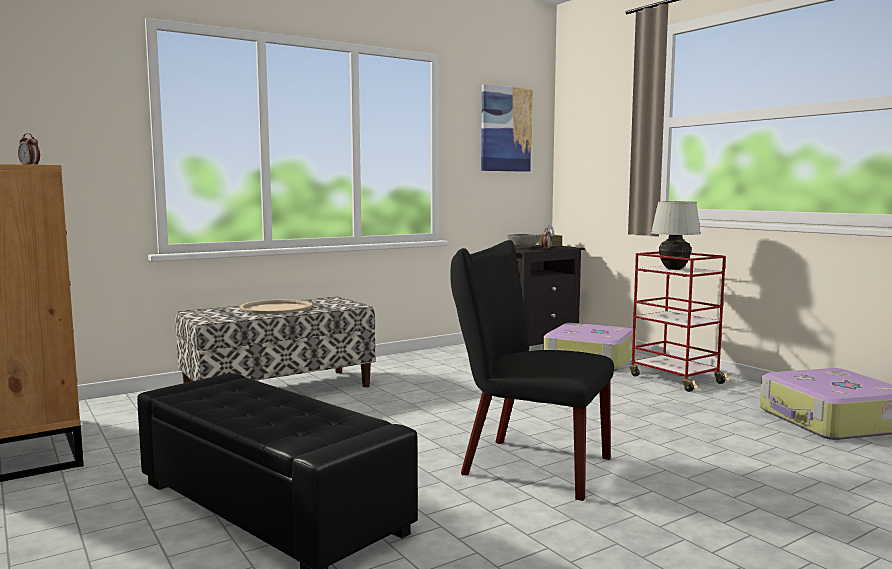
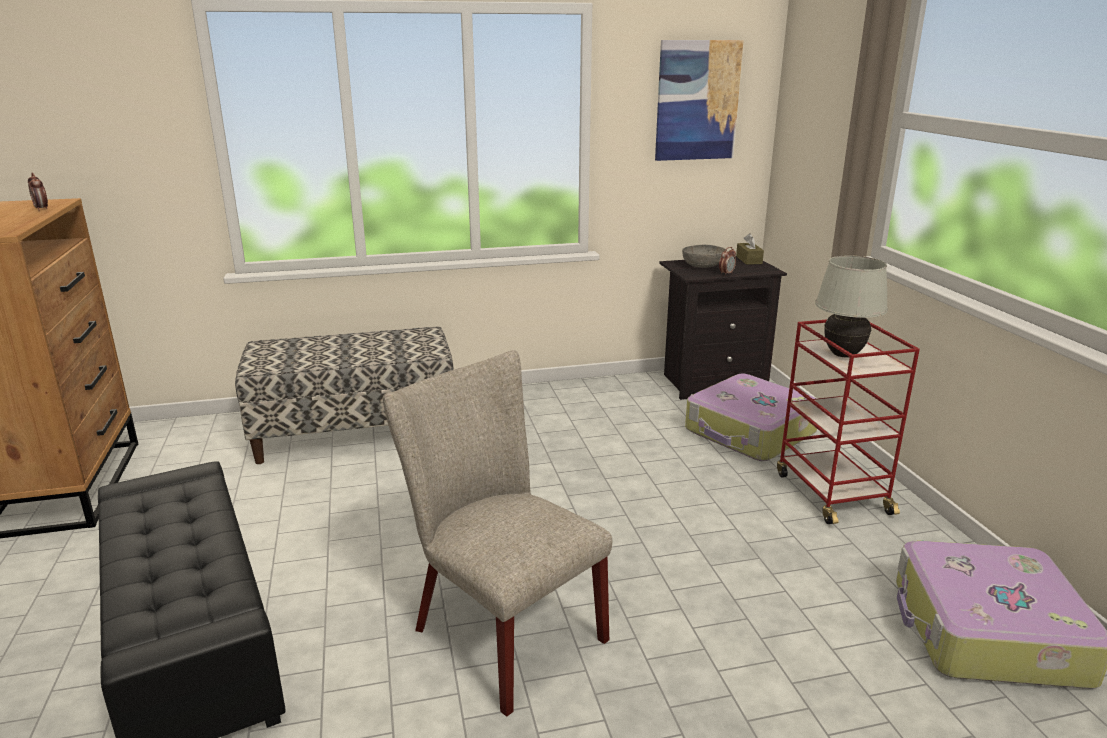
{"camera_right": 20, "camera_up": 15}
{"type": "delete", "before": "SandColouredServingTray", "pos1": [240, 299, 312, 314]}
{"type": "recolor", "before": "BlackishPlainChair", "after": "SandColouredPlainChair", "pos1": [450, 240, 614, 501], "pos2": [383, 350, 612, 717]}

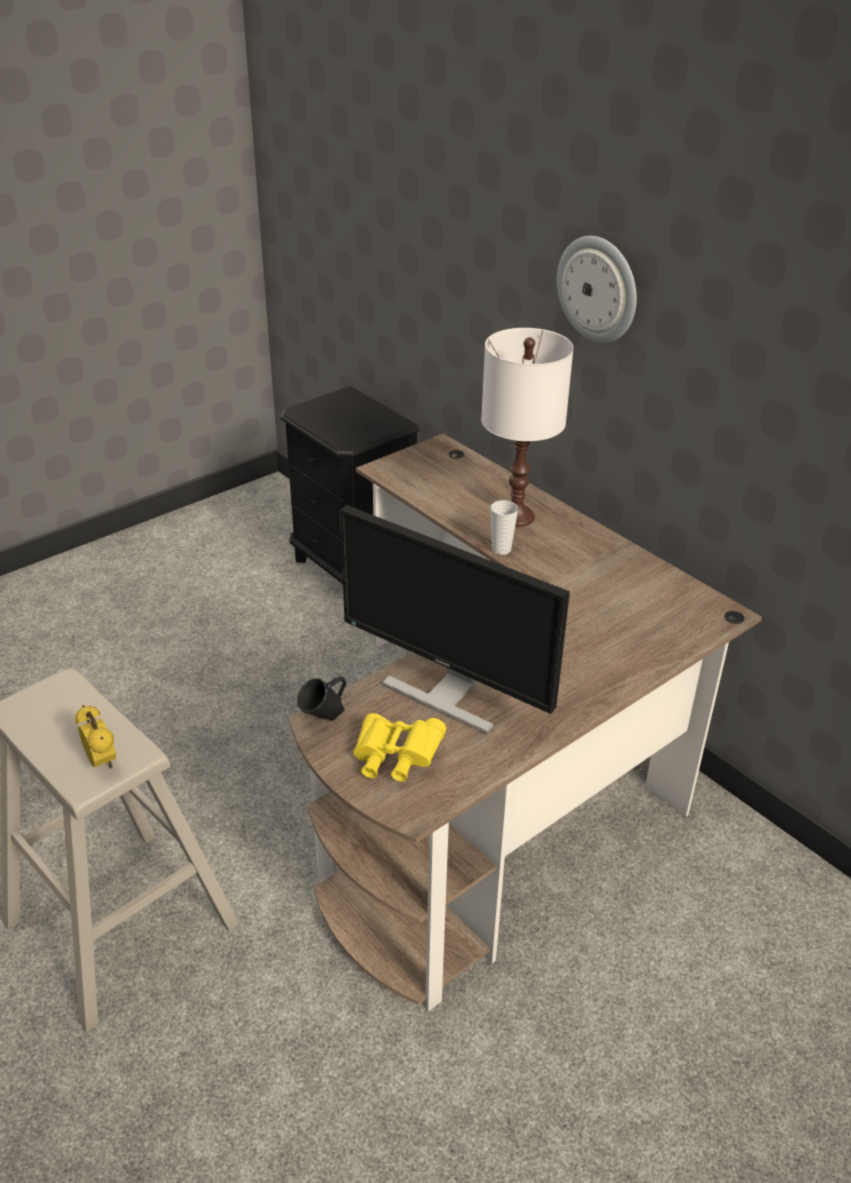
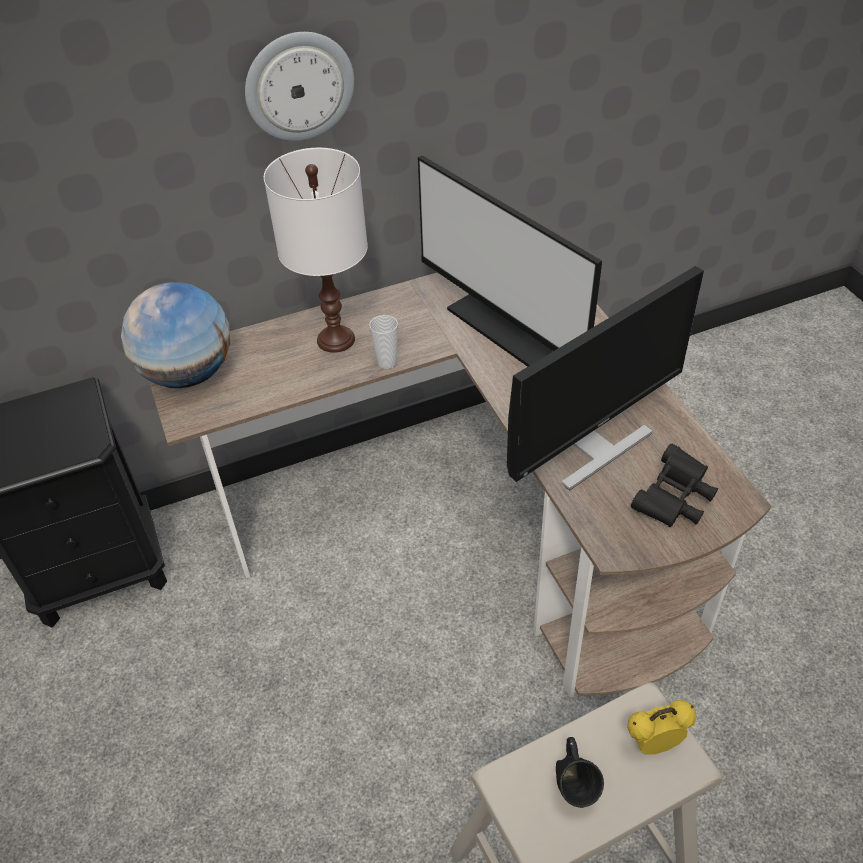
{"camera_right": -70, "camera_up": 10}
{"type": "move", "before": "BlackishCoffeeMug", "pos1": [297, 676, 346, 720], "pos2": [556, 737, 604, 808]}
{"type": "recolor", "before": "YellowishFieldGlasses", "after": "BlackishFieldGlasses", "pos1": [353, 713, 446, 782], "pos2": [631, 444, 718, 527]}
{"type": "insert", "after": "WorldGlobe", "pos2": [121, 282, 230, 388]}
{"type": "insert", "after": "ComputerScreen", "pos2": [418, 155, 602, 367]}

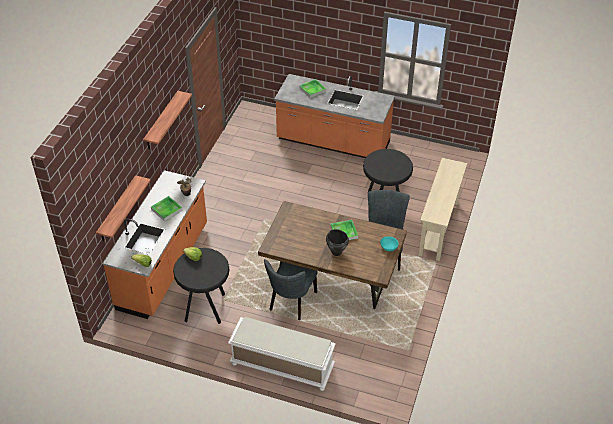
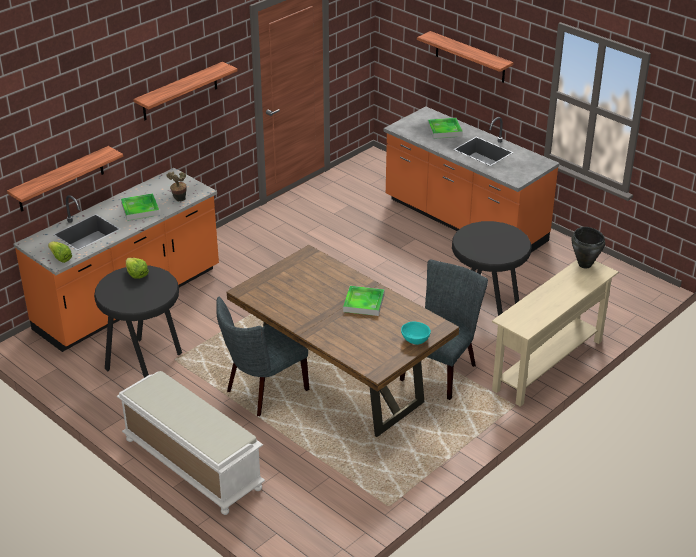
{"camera_right": 25, "camera_up": -10}
{"type": "move", "before": "BlackishStockpot", "pos1": [326, 229, 349, 256], "pos2": [572, 227, 605, 268]}
{"type": "insert", "after": "Shelf", "pos2": [417, 31, 514, 83]}

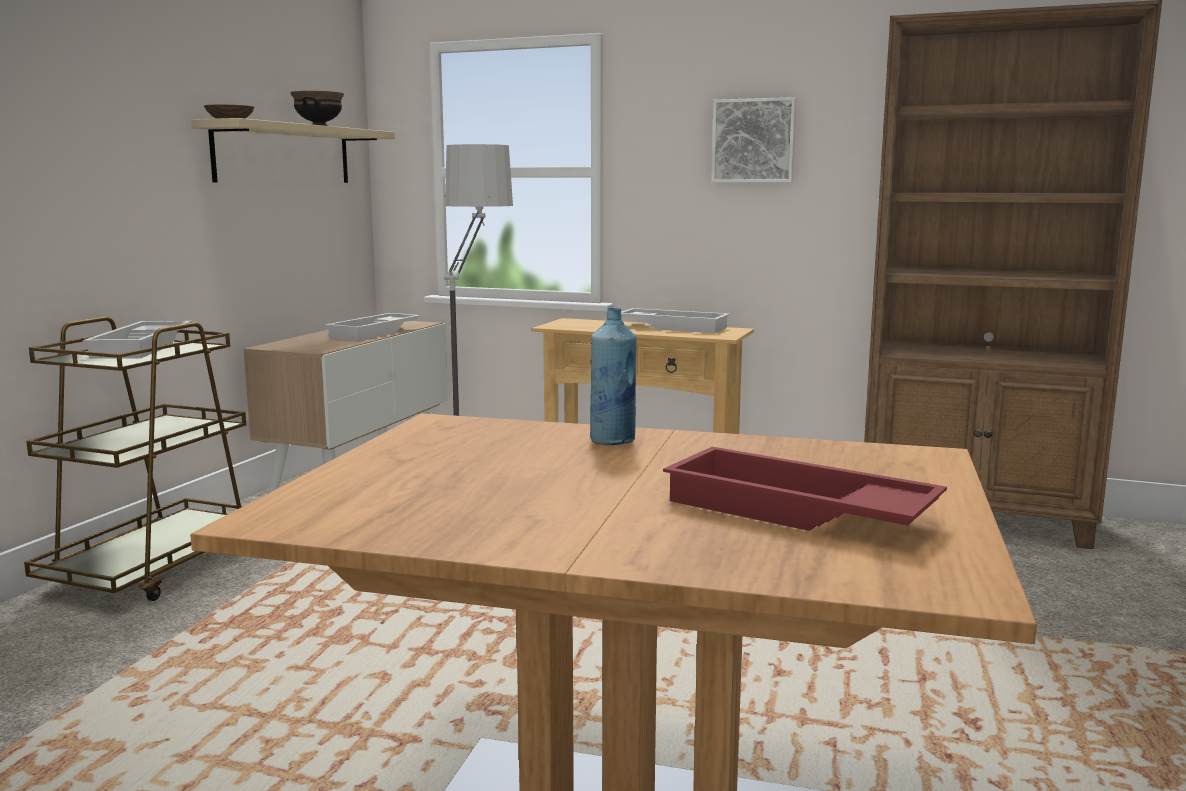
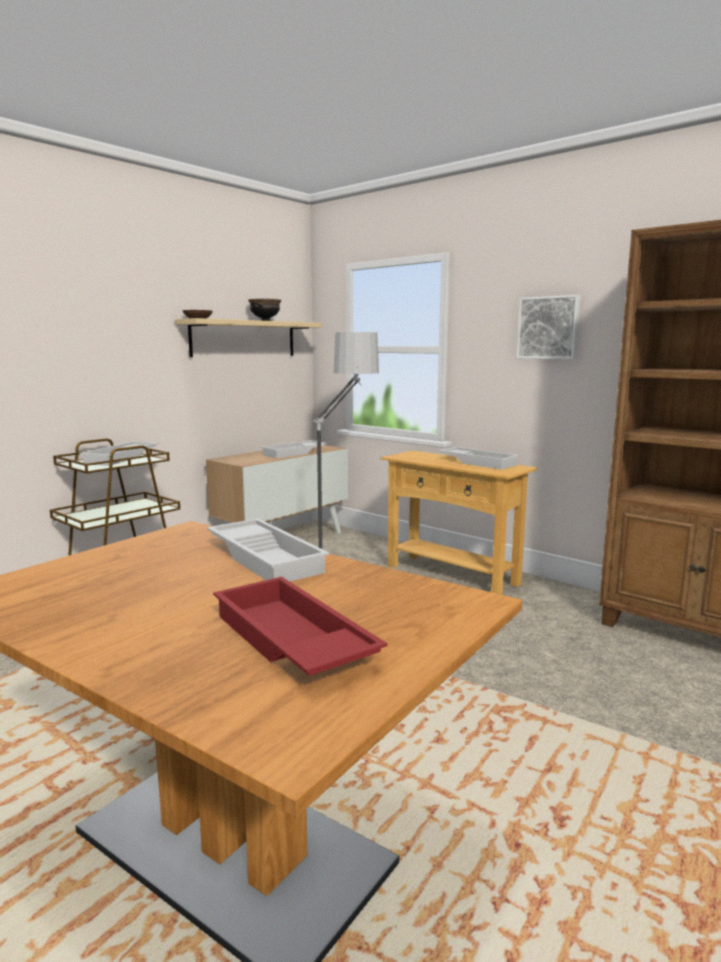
{"camera_right": 20, "camera_up": 0}
{"type": "replace", "before": "BlueBeverageBottle", "after": "WhitishServingTray", "pos1": [590, 308, 637, 445], "pos2": [207, 518, 329, 582]}

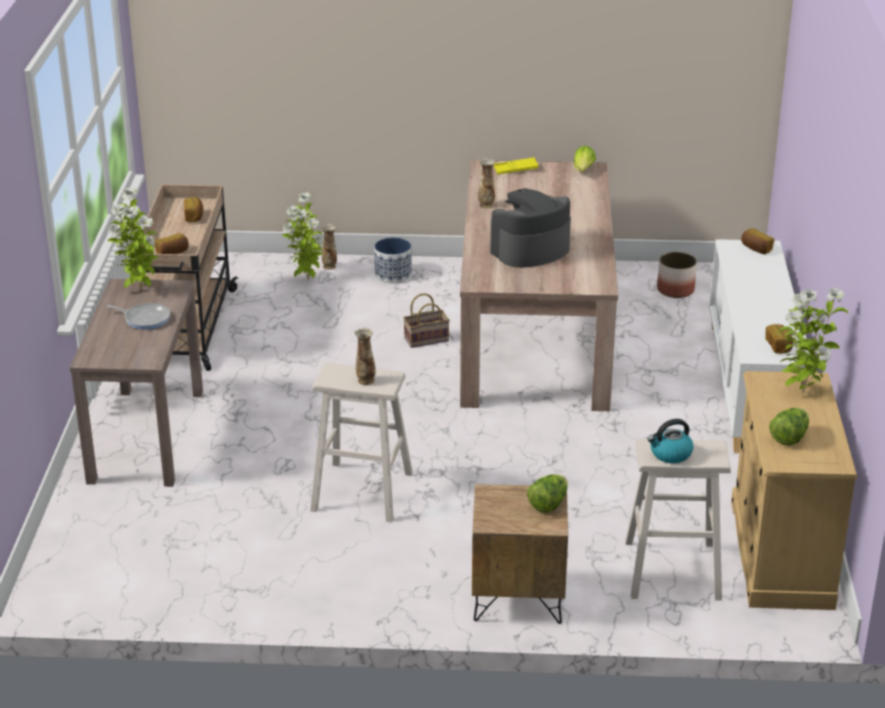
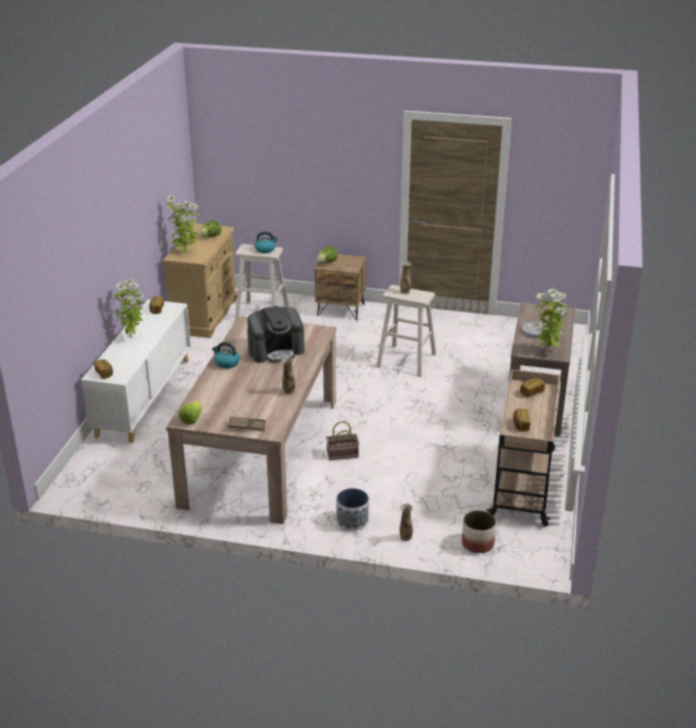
{"camera_right": -170, "camera_up": 0}
{"type": "move", "before": "Houseplant", "pos1": [282, 193, 324, 280], "pos2": [113, 278, 145, 338]}
{"type": "recolor", "before": "YellowishServingTray", "after": "BrownColouredServingTray", "pos1": [494, 157, 539, 174], "pos2": [228, 417, 266, 431]}
{"type": "move", "before": "FlowerPot", "pos1": [657, 252, 697, 298], "pos2": [462, 510, 496, 553]}
{"type": "insert", "after": "TeaKettle", "pos2": [212, 342, 240, 369]}

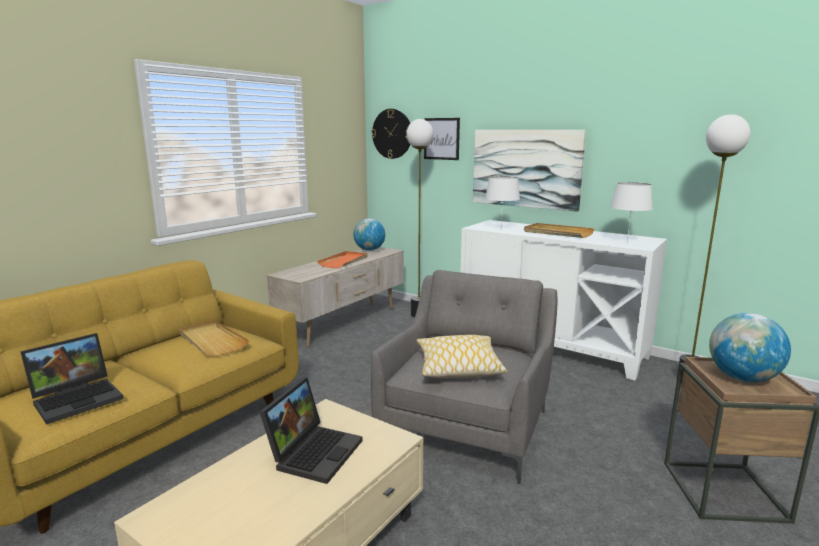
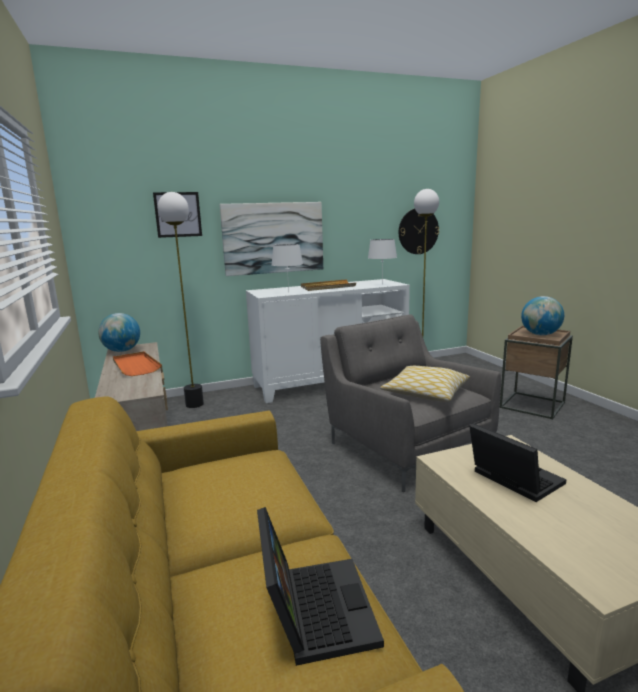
{"camera_right": -55, "camera_up": 0}
{"type": "delete", "before": "SandColouredServingTray", "pos1": [180, 321, 249, 356]}
{"type": "move", "before": "WallClock", "pos1": [371, 109, 410, 159], "pos2": [399, 208, 439, 254]}

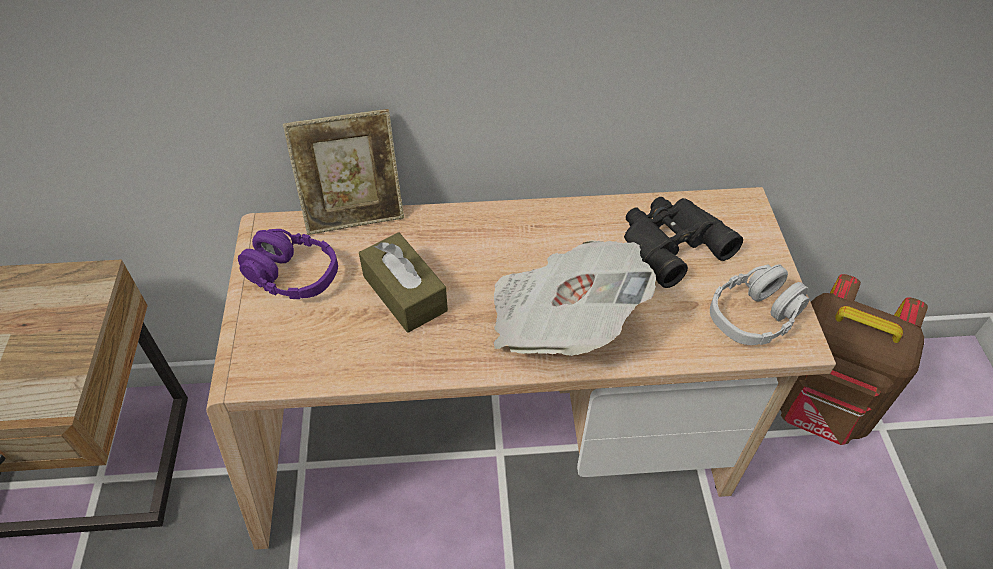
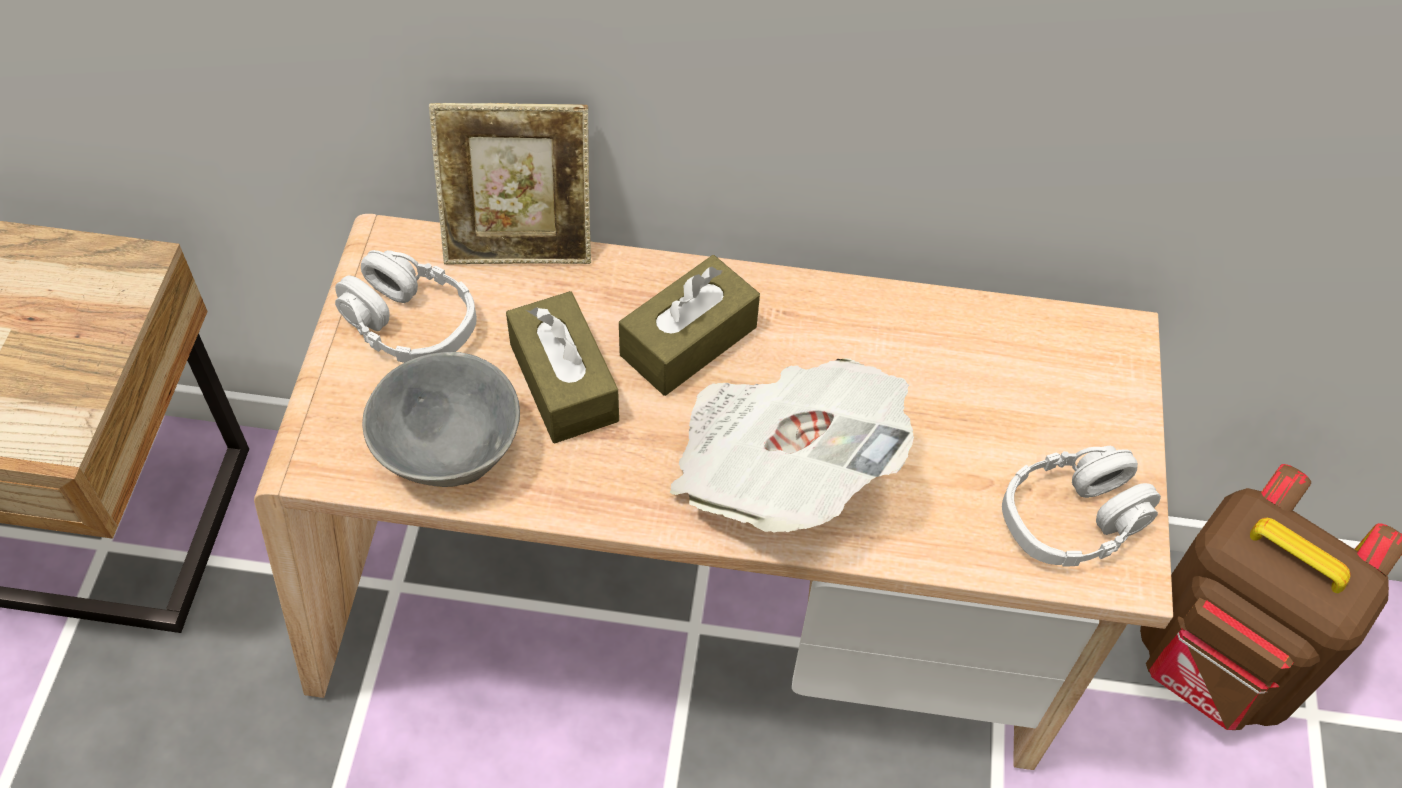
{"camera_right": 10, "camera_up": 5}
{"type": "recolor", "before": "PurpleHeadset", "after": "GreyHeadset", "pos1": [238, 229, 338, 299], "pos2": [335, 250, 477, 363]}
{"type": "delete", "before": "BlackishFieldGlasses", "pos1": [624, 197, 743, 288]}
{"type": "insert", "after": "GreyBowl", "pos2": [362, 352, 520, 487]}
{"type": "insert", "after": "BrownColouredTissueHolder", "pos2": [619, 255, 760, 396]}

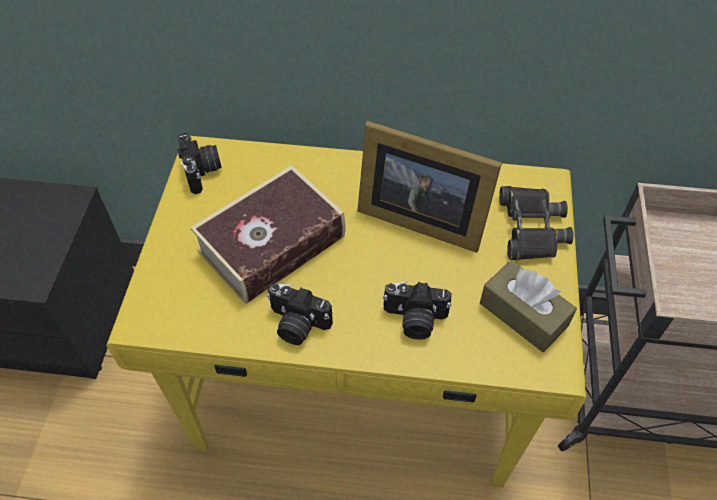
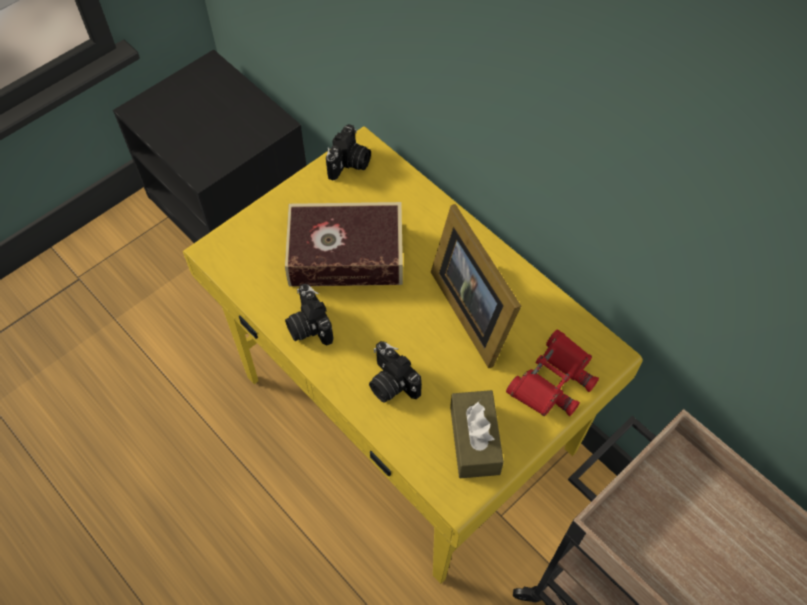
{"camera_right": 40, "camera_up": 5}
{"type": "recolor", "before": "BlackishFieldGlasses", "after": "RedColouredFieldGlasses", "pos1": [499, 186, 574, 260], "pos2": [506, 329, 599, 416]}

